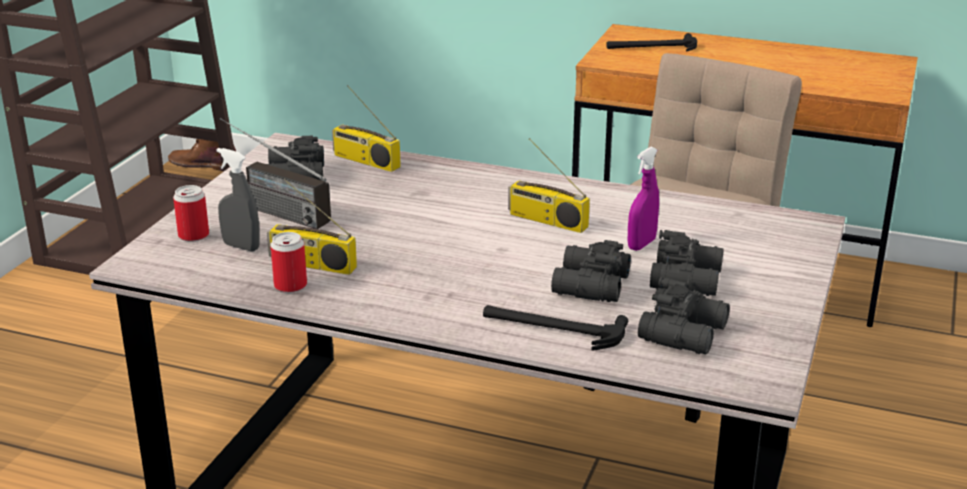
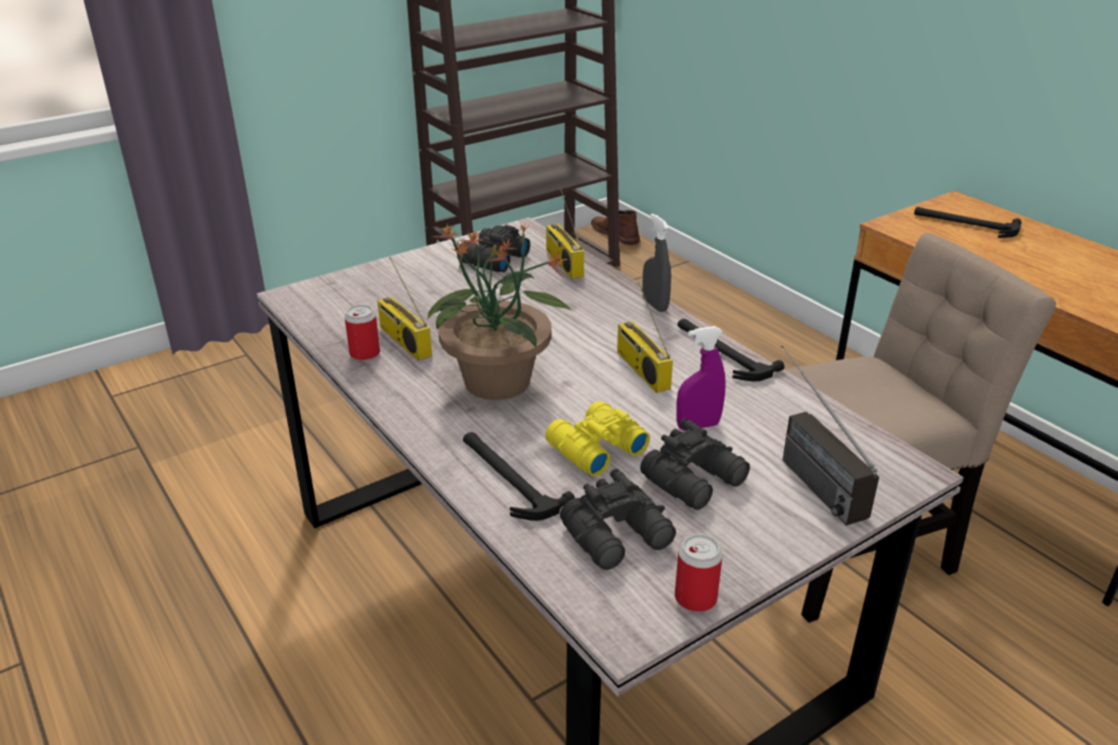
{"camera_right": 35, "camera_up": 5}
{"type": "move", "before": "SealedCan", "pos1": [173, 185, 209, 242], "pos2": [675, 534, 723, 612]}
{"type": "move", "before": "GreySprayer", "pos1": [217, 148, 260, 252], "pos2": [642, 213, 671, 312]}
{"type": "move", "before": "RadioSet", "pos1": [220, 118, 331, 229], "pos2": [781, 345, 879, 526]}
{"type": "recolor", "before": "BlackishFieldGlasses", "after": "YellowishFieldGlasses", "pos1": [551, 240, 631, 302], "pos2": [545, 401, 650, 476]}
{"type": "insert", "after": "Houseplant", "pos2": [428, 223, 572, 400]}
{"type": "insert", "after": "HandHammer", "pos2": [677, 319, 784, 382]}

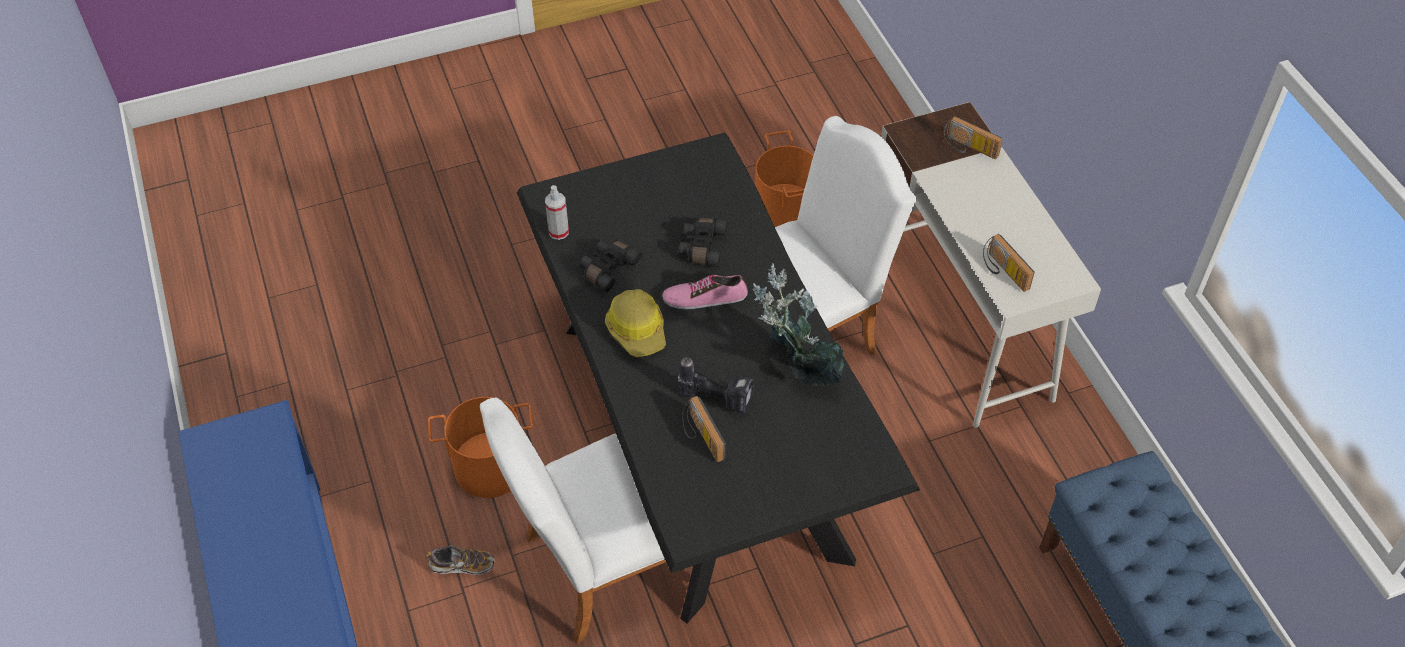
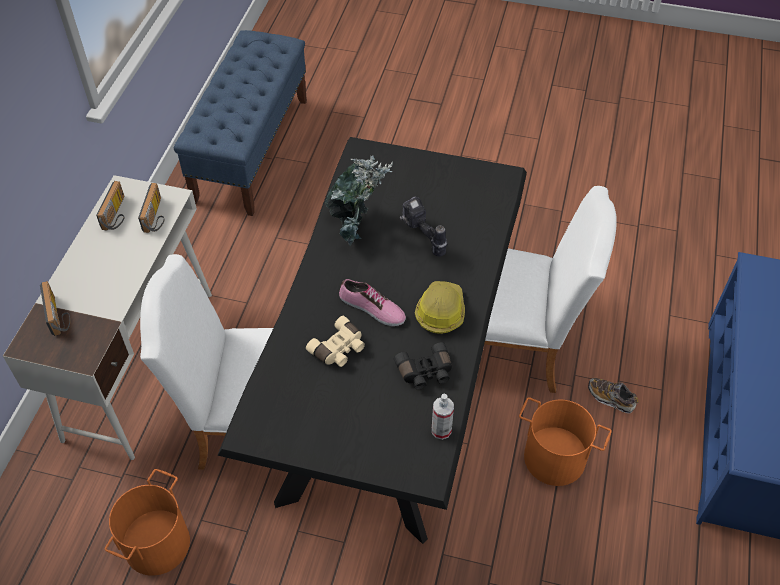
{"camera_right": -145, "camera_up": 0}
{"type": "recolor", "before": "BlackishFieldGlasses", "after": "SandColouredFieldGlasses", "pos1": [679, 218, 727, 267], "pos2": [306, 316, 365, 367]}
{"type": "move", "before": "RadioSet", "pos1": [682, 396, 726, 462], "pos2": [96, 181, 124, 231]}

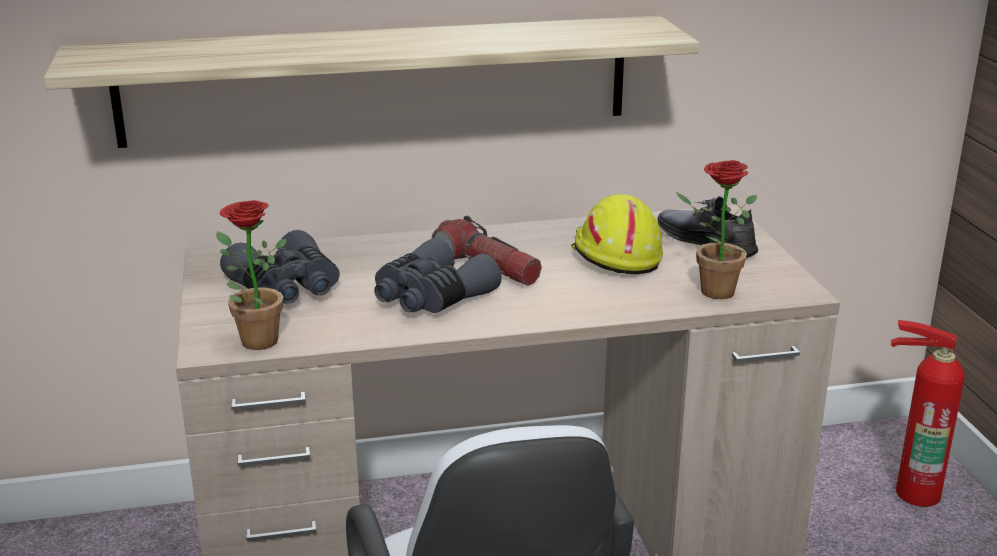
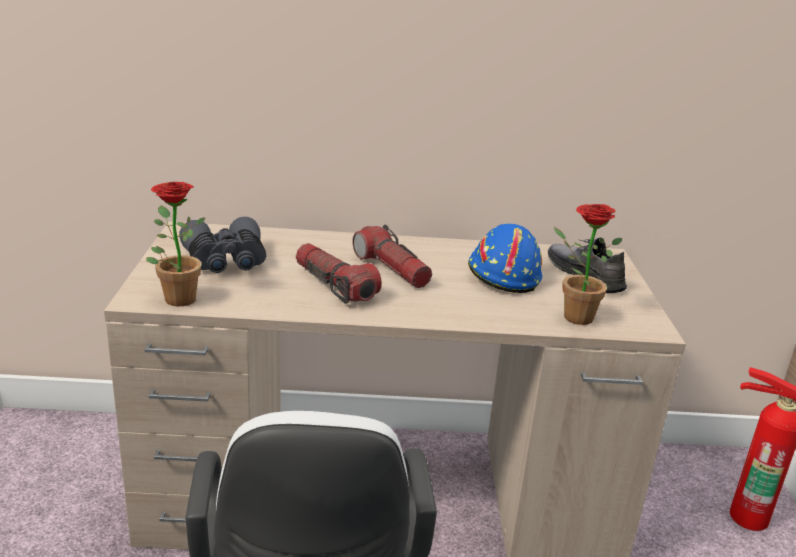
{"camera_right": 10, "camera_up": 0}
{"type": "delete", "before": "Shelf", "pos1": [44, 16, 699, 148]}
{"type": "replace", "before": "GreyFieldGlasses", "after": "HandTorch", "pos1": [374, 238, 502, 313], "pos2": [296, 243, 382, 304]}
{"type": "recolor", "before": "YellowishWorkHelmet", "after": "BlueWorkHelmet", "pos1": [571, 194, 663, 275], "pos2": [468, 224, 542, 293]}

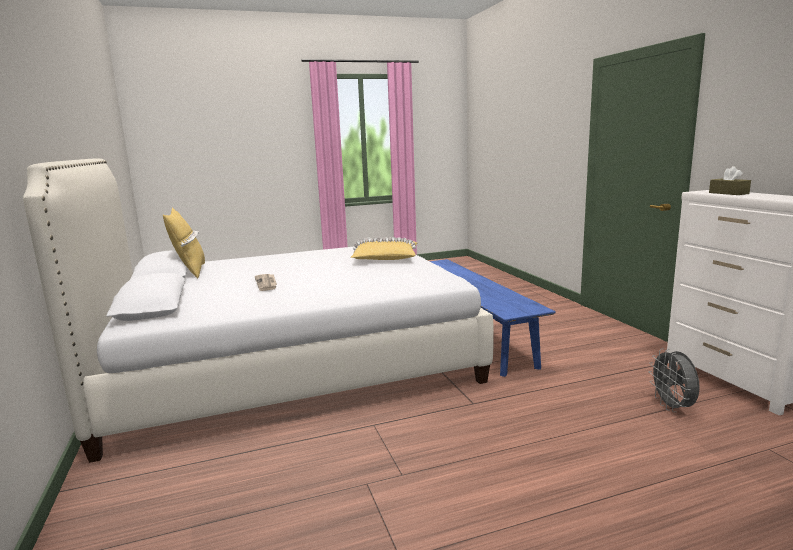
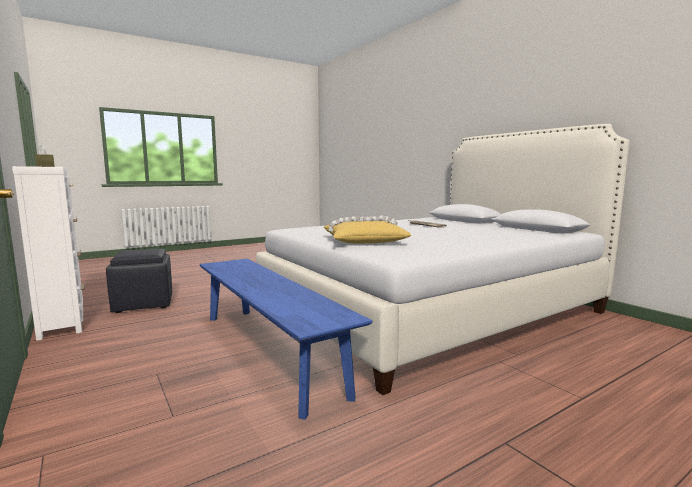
{"camera_right": 165, "camera_up": -5}
{"type": "delete", "before": "YellowishCushion", "pos1": [163, 208, 205, 278]}
{"type": "replace", "before": "GreyElectricFan", "after": "BlackishFootrest", "pos1": [649, 348, 700, 412], "pos2": [106, 249, 172, 313]}

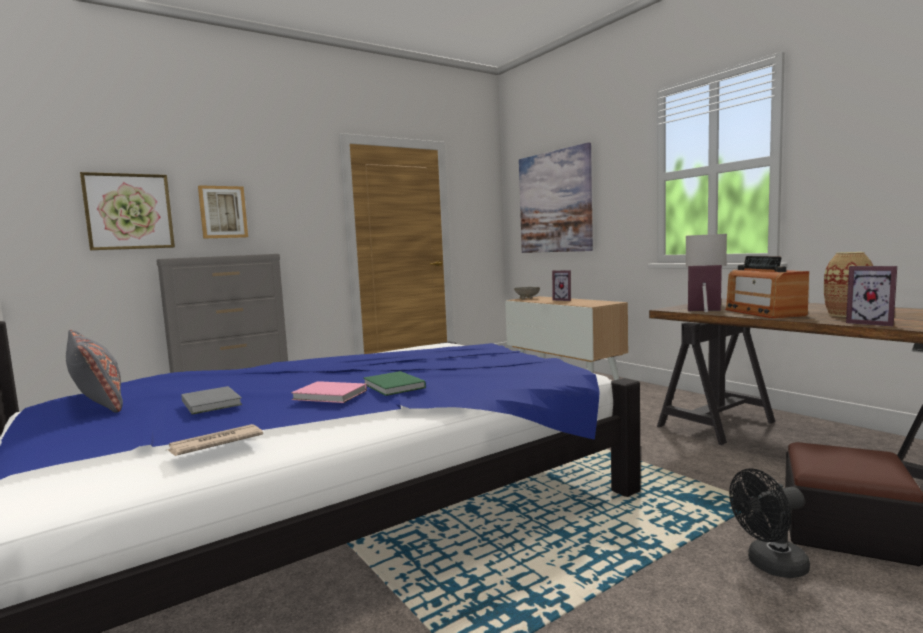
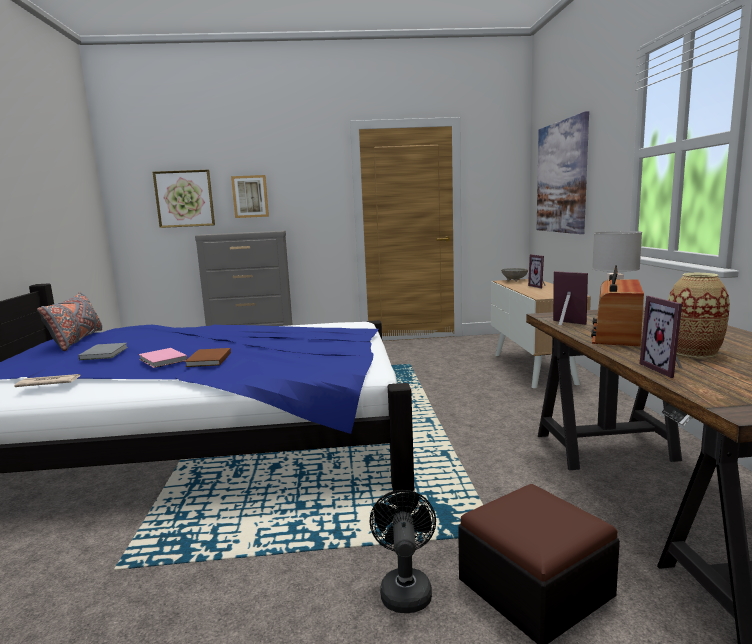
{"camera_right": 30, "camera_up": 5}
{"type": "recolor", "before": "GreenVolume", "after": "BrownColouredVolume", "pos1": [363, 371, 426, 396], "pos2": [185, 348, 231, 367]}
{"type": "rotate", "before": "BlackishElectricFan", "pos1": [729, 468, 810, 578], "pos2": [370, 490, 436, 613], "turn": 75}

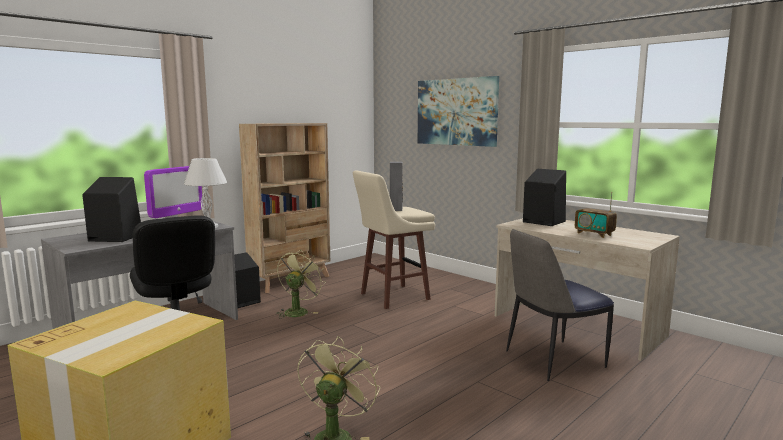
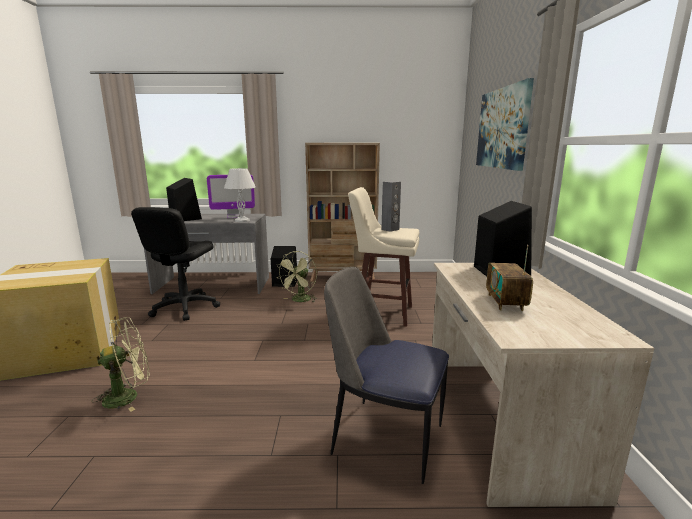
{"camera_right": 45, "camera_up": 5}
{"type": "rotate", "before": "GreenElectricFan", "pos1": [277, 250, 326, 319], "pos2": [277, 251, 317, 302], "turn": 135}

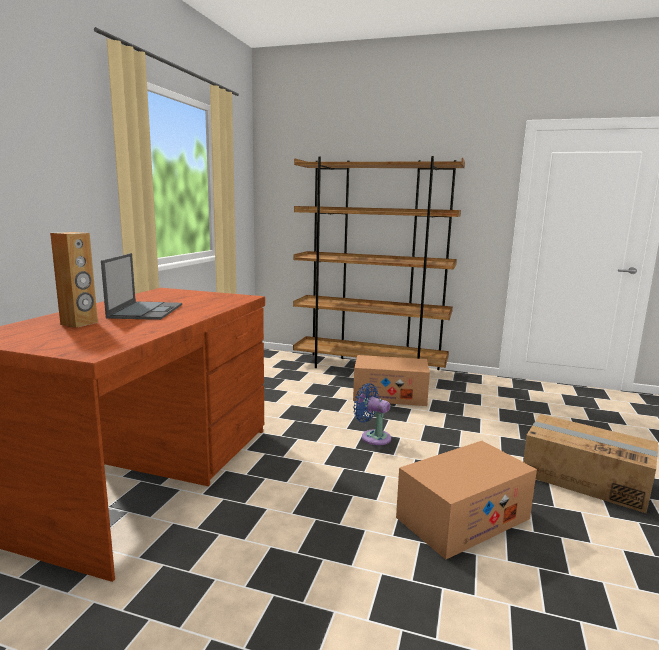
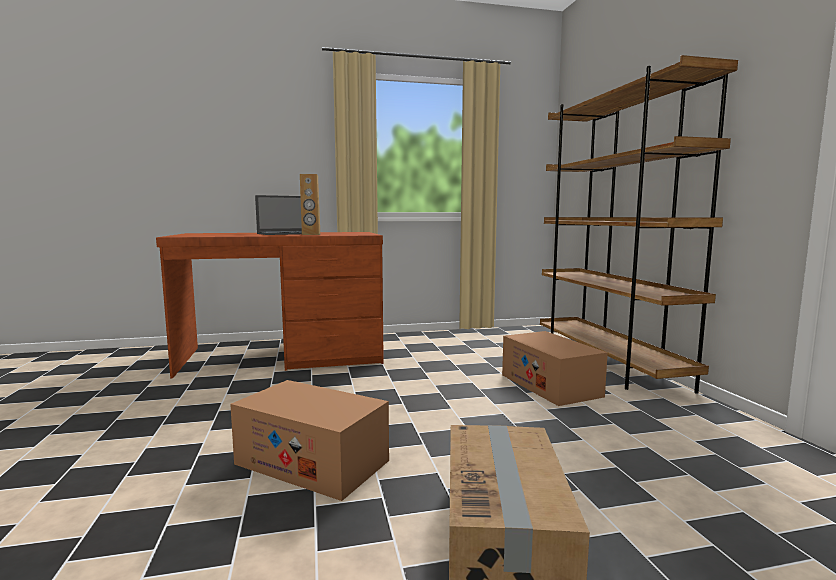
{"camera_right": 60, "camera_up": -5}
{"type": "move", "before": "BrownColouredLoudspeaker", "pos1": [50, 232, 98, 328], "pos2": [300, 174, 320, 235]}
{"type": "delete", "before": "BlueElectricFan", "pos1": [353, 383, 391, 445]}

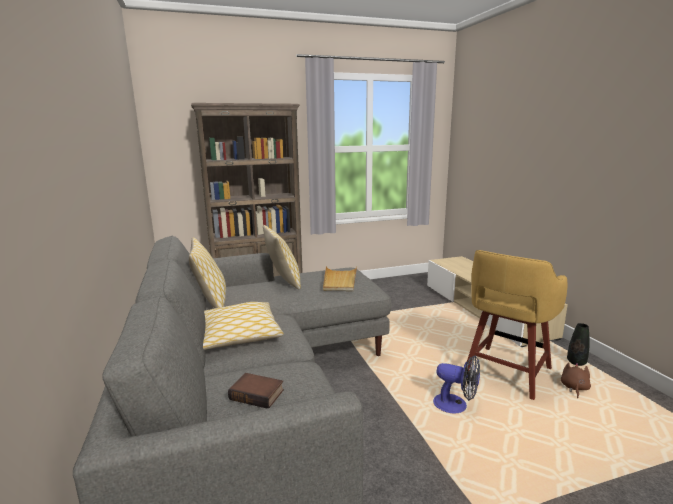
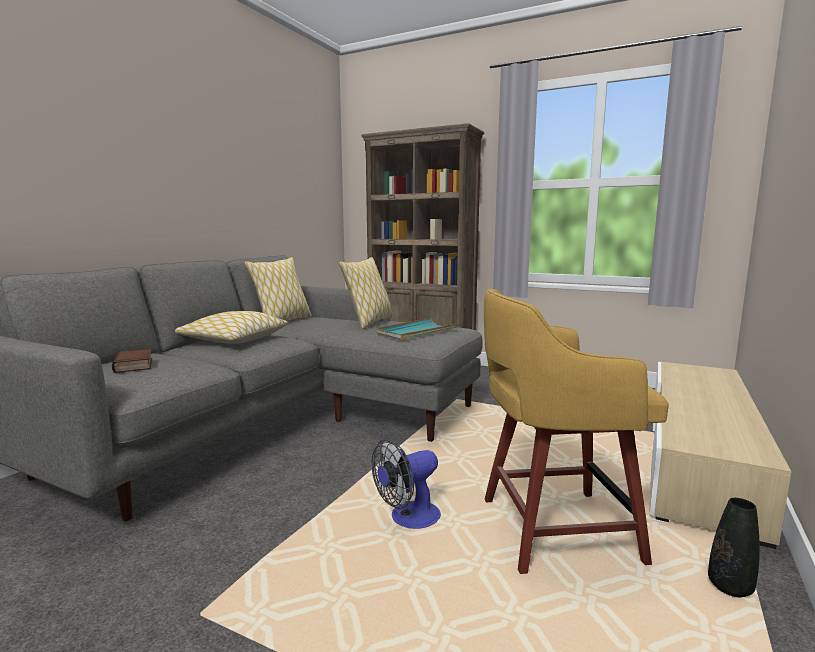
{"camera_right": 45, "camera_up": -5}
{"type": "recolor", "before": "SandColouredServingTray", "after": "TurquoiseColouredServingTray", "pos1": [323, 266, 357, 291], "pos2": [376, 318, 460, 341]}
{"type": "rotate", "before": "ElectricFan", "pos1": [433, 356, 480, 414], "pos2": [371, 439, 441, 529], "turn": 75}
{"type": "delete", "before": "BrownColouredSoftToy", "pos1": [561, 363, 591, 398]}

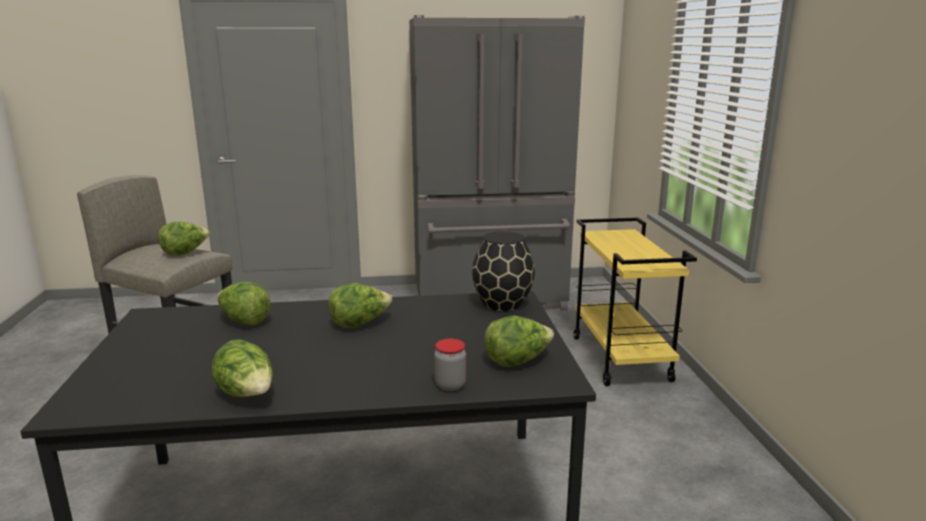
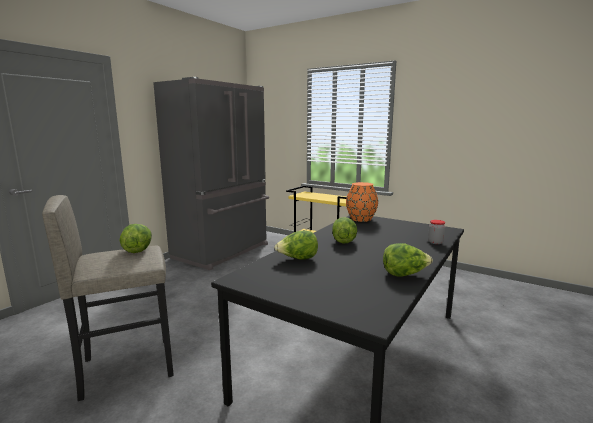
{"camera_right": -50, "camera_up": -5}
{"type": "recolor", "before": "BlackishVase", "after": "OrangeColouredVase", "pos1": [472, 231, 535, 312], "pos2": [346, 182, 378, 222]}
{"type": "delete", "before": "Lettuce", "pos1": [485, 315, 554, 367]}

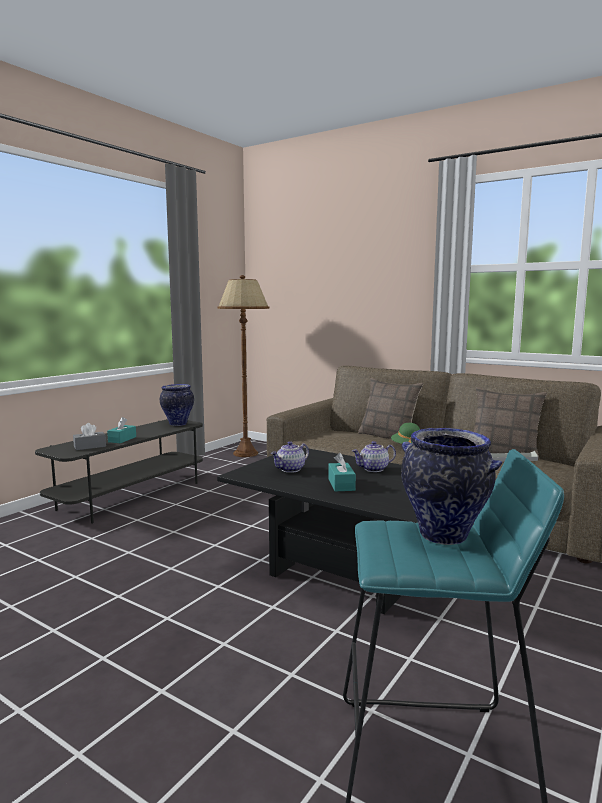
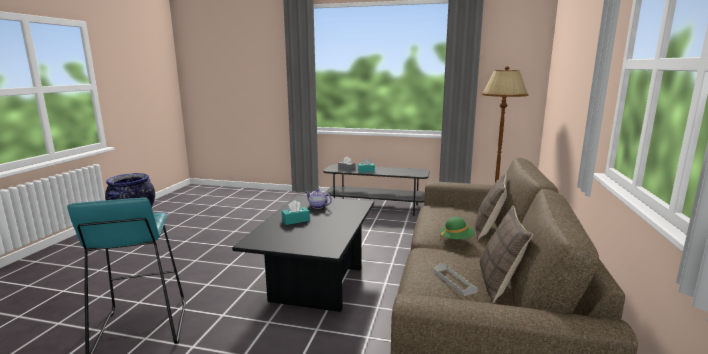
{"camera_right": 70, "camera_up": 5}
{"type": "delete", "before": "Vase", "pos1": [160, 384, 194, 426]}
{"type": "delete", "before": "Teapot", "pos1": [352, 441, 396, 472]}

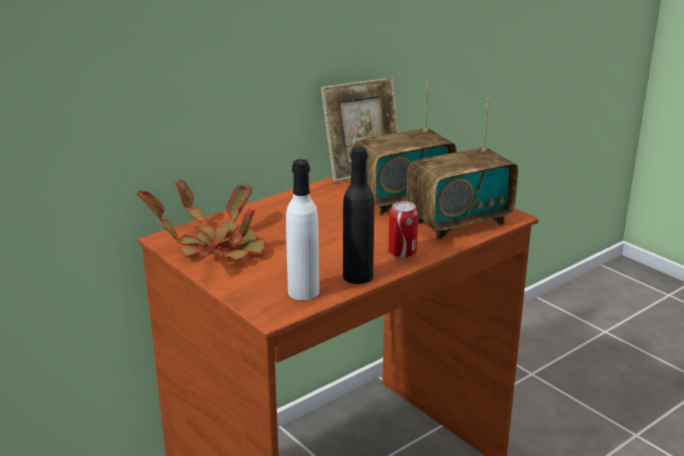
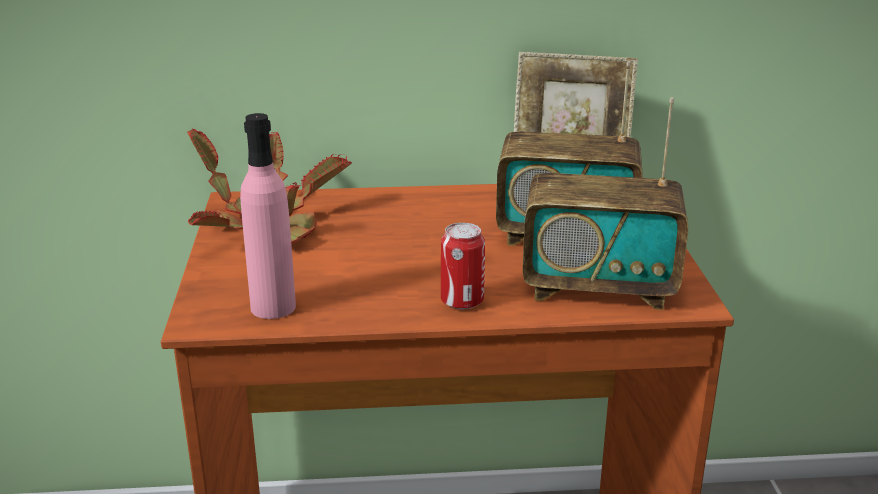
{"camera_right": 35, "camera_up": 0}
{"type": "recolor", "before": "WhitishBeverageBottle", "after": "PinkishBeverageBottle", "pos1": [286, 159, 319, 300], "pos2": [240, 113, 296, 319]}
{"type": "delete", "before": "BlackishBeverageBottle", "pos1": [343, 147, 374, 284]}

